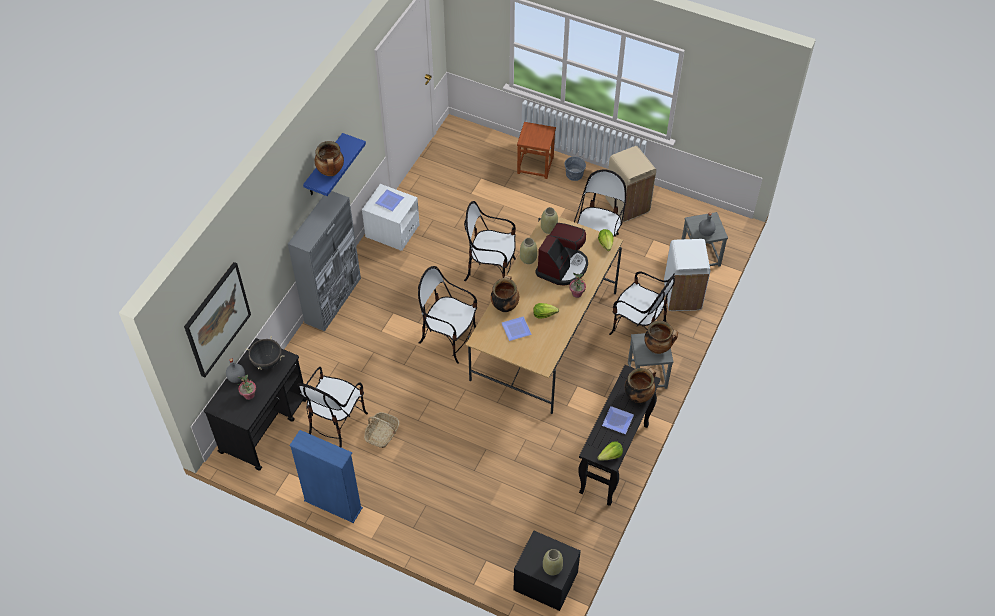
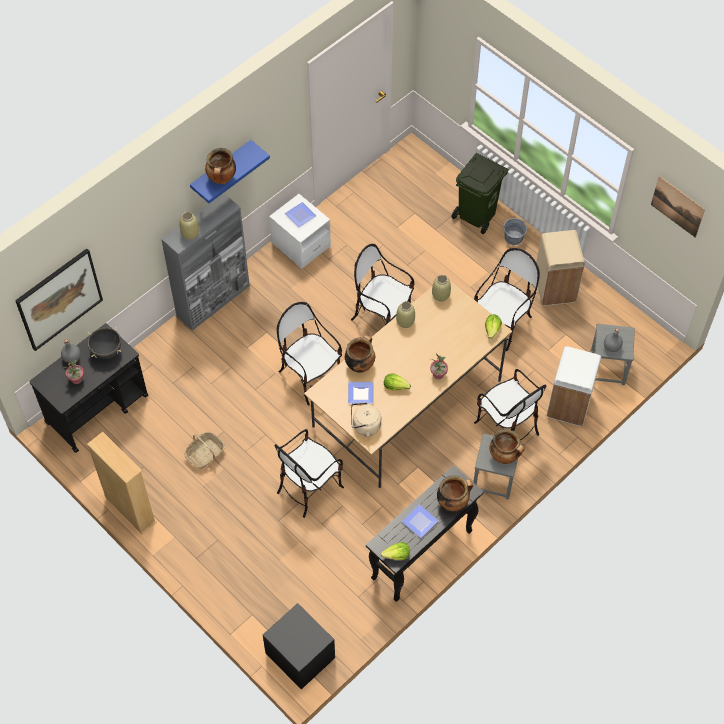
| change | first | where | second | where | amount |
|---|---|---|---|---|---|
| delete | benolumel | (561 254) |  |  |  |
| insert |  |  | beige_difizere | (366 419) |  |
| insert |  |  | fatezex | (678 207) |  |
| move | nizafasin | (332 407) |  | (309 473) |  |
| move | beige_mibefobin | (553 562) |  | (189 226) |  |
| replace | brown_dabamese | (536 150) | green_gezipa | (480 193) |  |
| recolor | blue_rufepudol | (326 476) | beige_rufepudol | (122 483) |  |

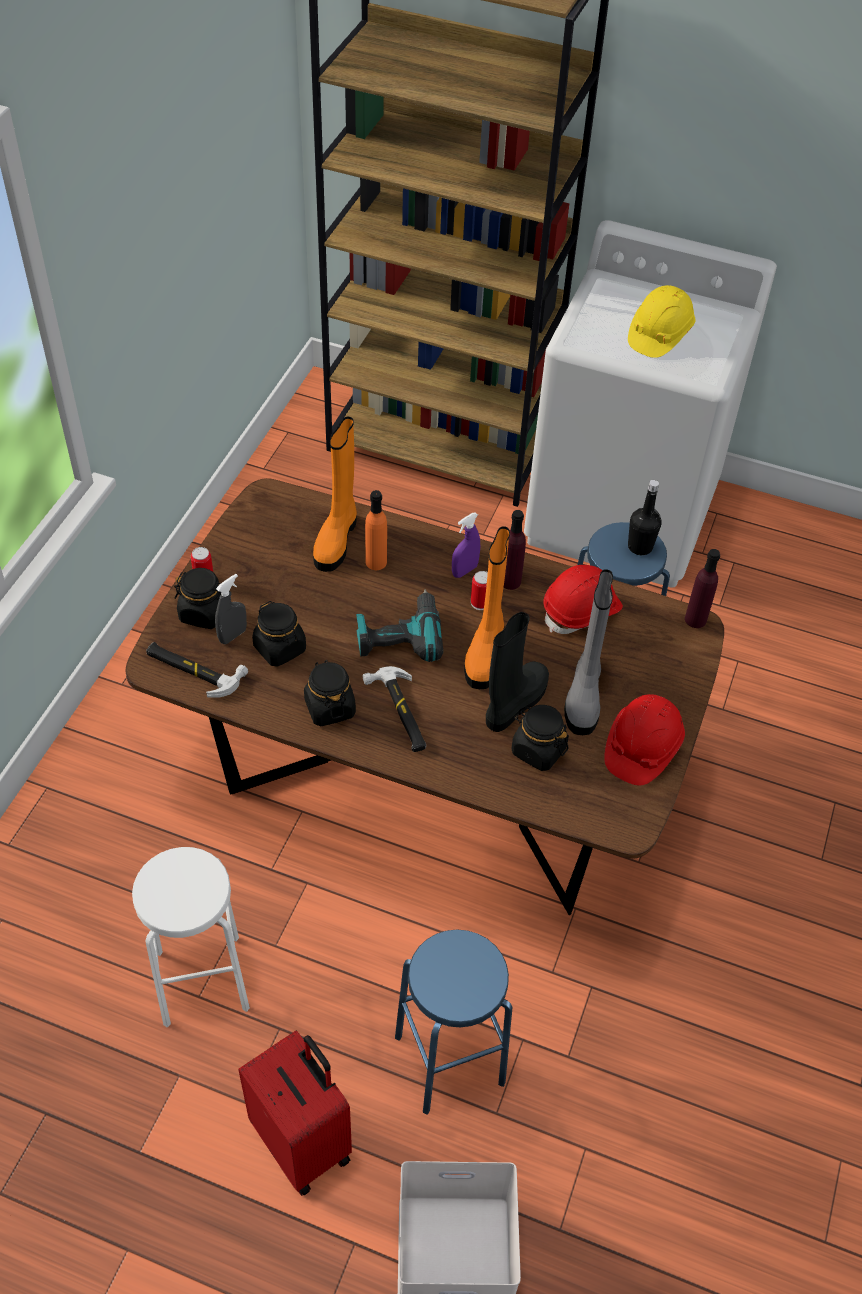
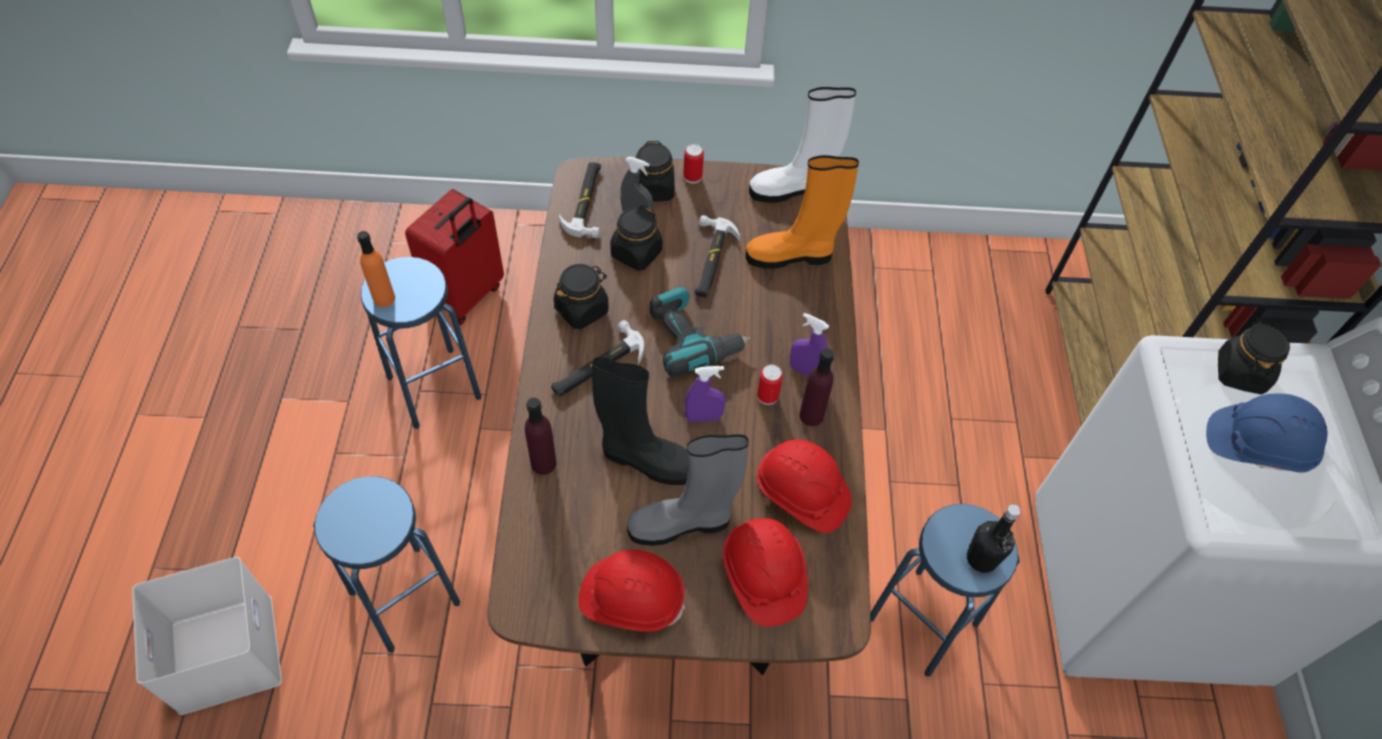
| change | first | where | second | where | amount |
|---|---|---|---|---|---|
| insert |  |  | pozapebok | (717 256) |  |
| insert |  |  | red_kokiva | (765 572) |  |
| insert |  |  | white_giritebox | (802 145) |  |
| move | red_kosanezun | (295 1113) |  | (454 257) |  |
| move | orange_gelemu | (376 530) |  | (376 269) |  |
| move | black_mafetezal | (540 738) |  | (1254 357) |  |
| move | purple_gelemu | (702 588) |  | (541 436) |  |
| replace | orange_giritebox | (487 607) | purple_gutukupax | (705 394) |  |
| recolor | white_dabamese | (191 937) | blue_dabamese | (421 343) |  |
| recolor | yellow_kokiva | (661 321) | blue_kokiva | (1266 433) |  |

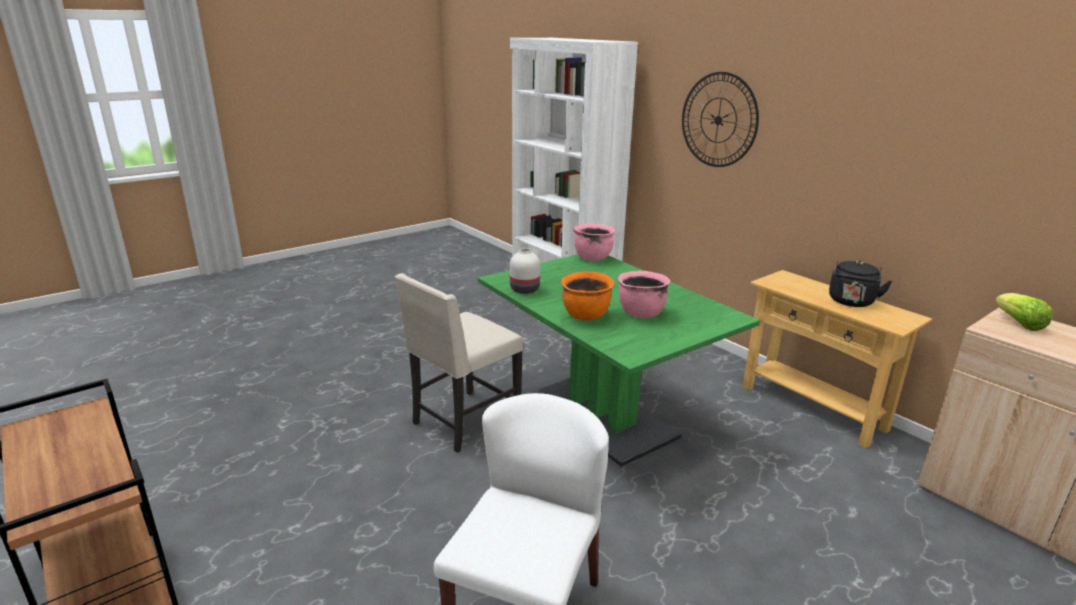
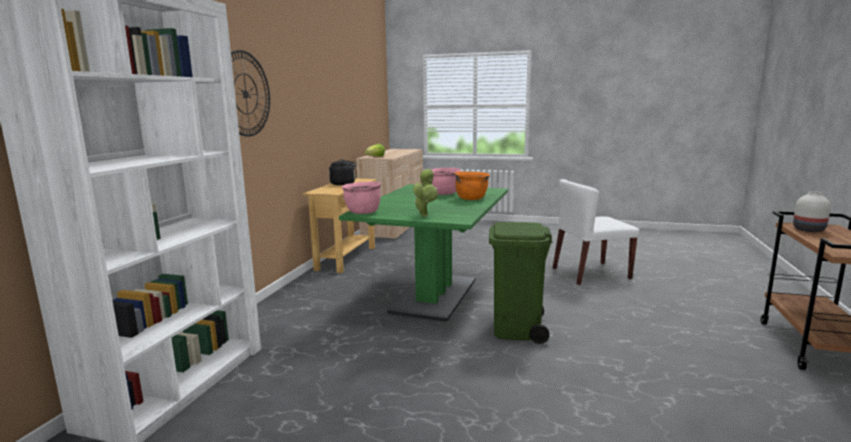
| change | first | where | second | where | amount |
|---|---|---|---|---|---|
| insert |  |  | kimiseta | (425 193) |  |
| move | white_mibefobin | (525 271) |  | (812 211) |  |
| replace | beige_nizafasin | (459 363) | green_gezipa | (520 283) |  |

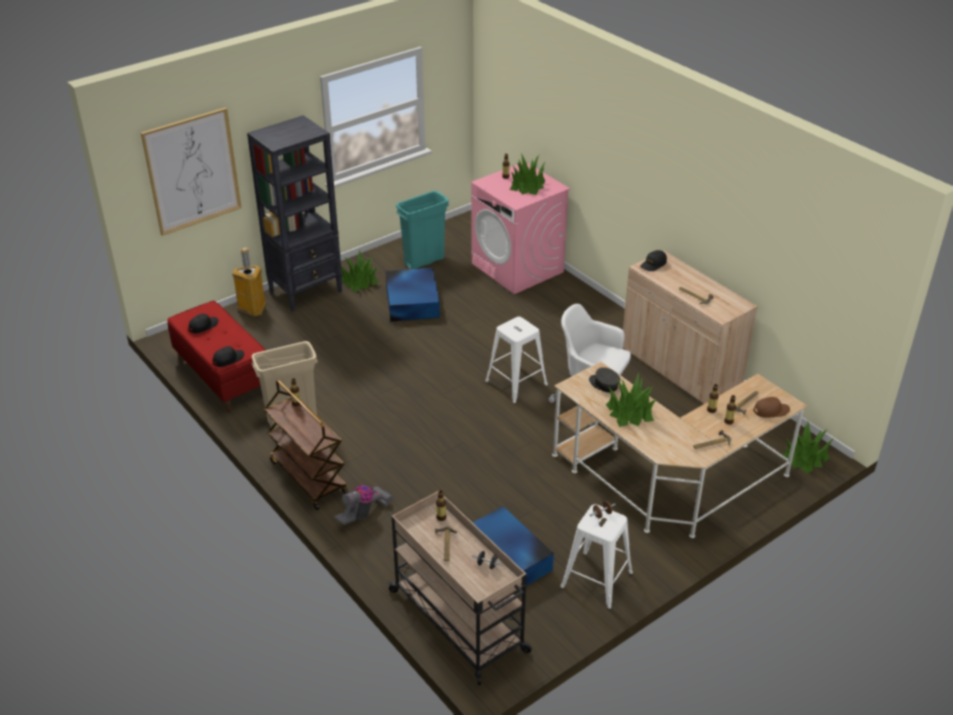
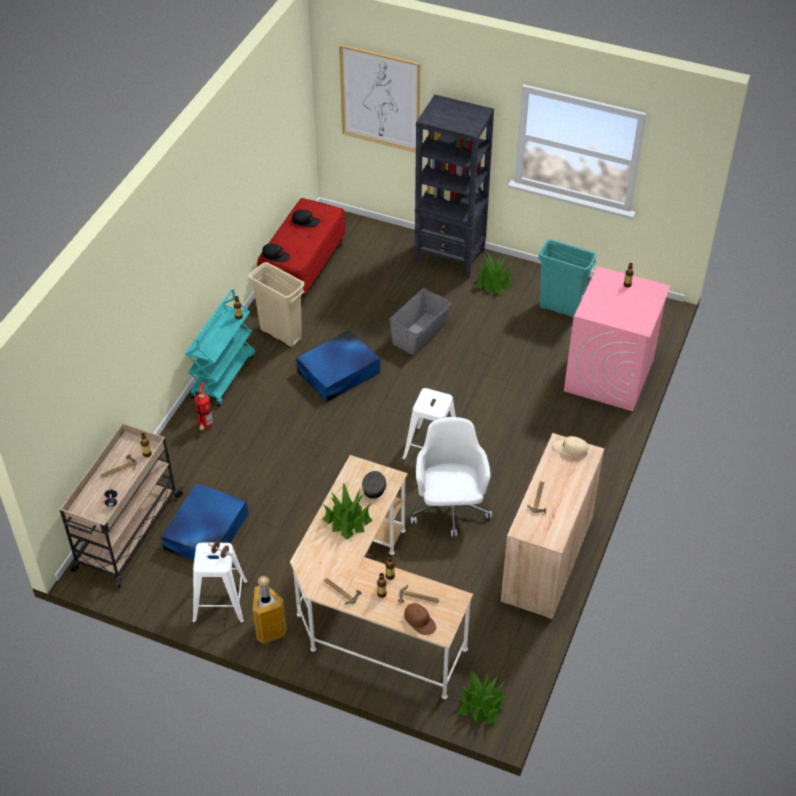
| change | first | where | second | where | amount |
|---|---|---|---|---|---|
| delete | kimiseta | (527 174) |  |  |  |
| insert |  |  | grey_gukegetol | (420 321) |  |
| move | gezipa | (249 281) |  | (270 610) |  |
| move | blue_gukegetol | (412 295) |  | (338 366) |  |
| replace | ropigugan | (363 505) | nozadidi | (204 406) |  |
| recolor | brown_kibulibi | (306 445) | turquoise_kibulibi | (220 348) |  |
| recolor | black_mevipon | (653 260) | beige_mevipon | (570 447) |  |

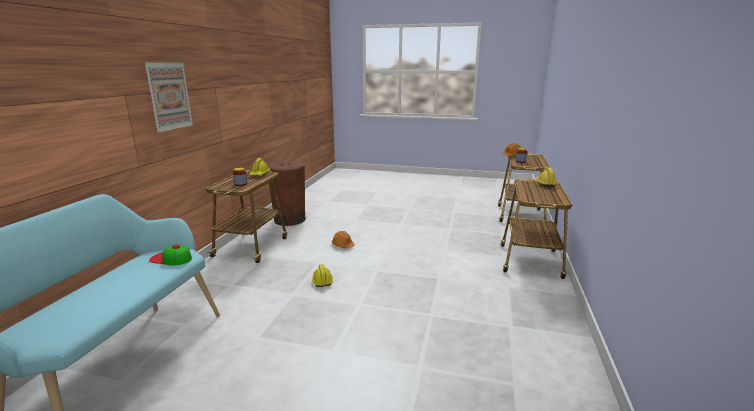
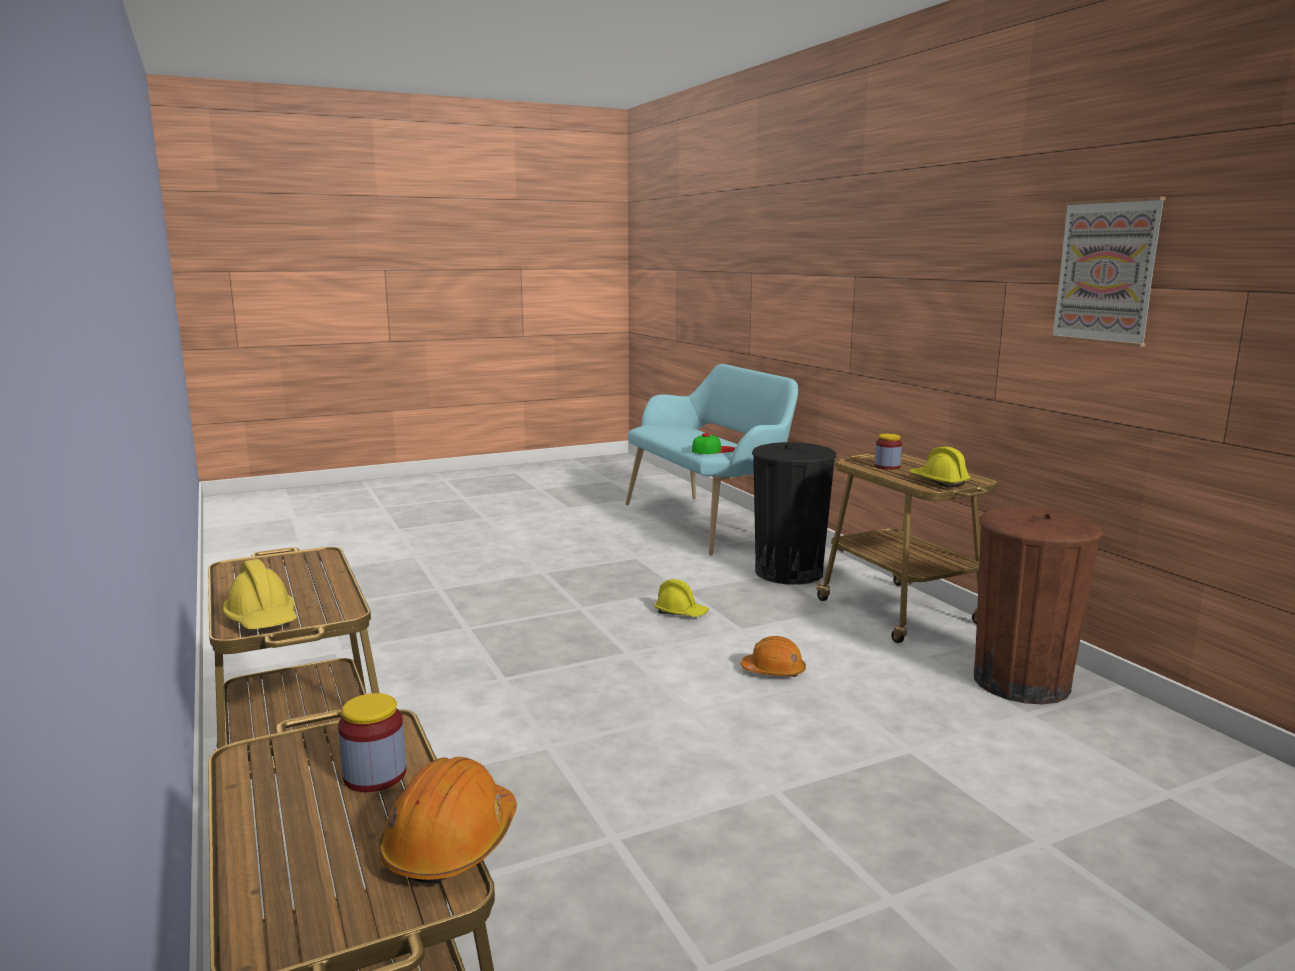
| change | first | where | second | where | amount |
|---|---|---|---|---|---|
| insert |  |  | black_gezipa | (794 513) |  |
| move | fatezex | (168 97) |  | (1108 272) |  |

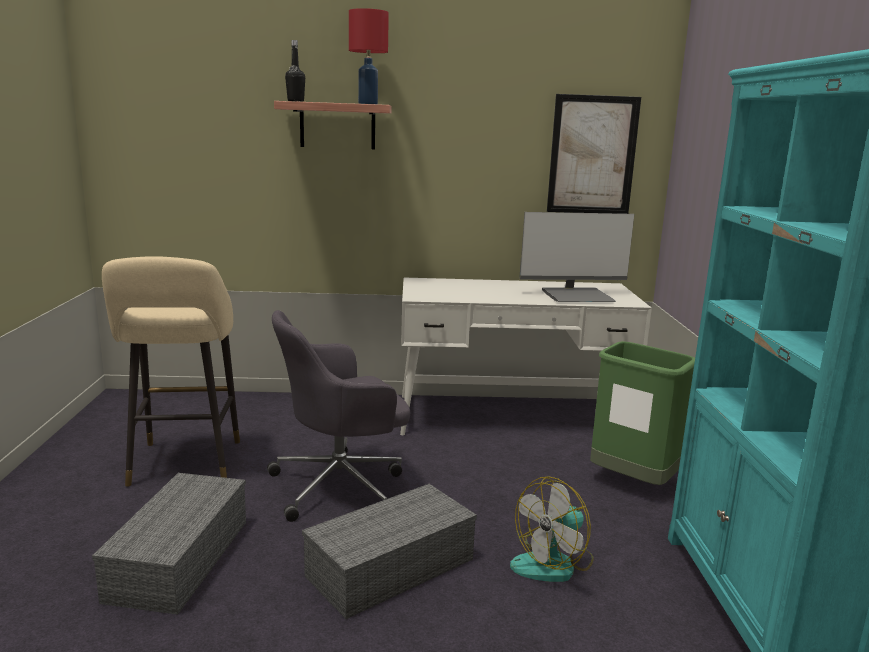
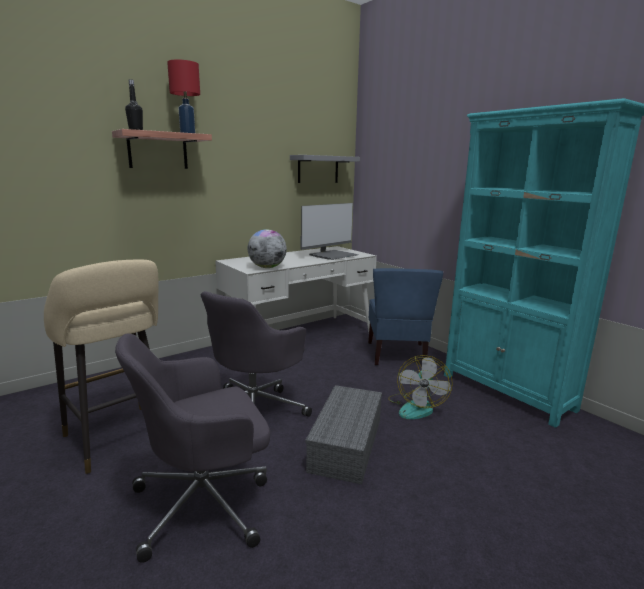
| change | first | where | second | where | amount |
|---|---|---|---|---|---|
| insert |  |  | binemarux | (267 248) |  |
| replace | grey_gukegetol | (169 544) | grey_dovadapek | (192 448) |  |
| replace | fatezex | (594 154) | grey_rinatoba | (325 169) |  |
| replace | green_gezipa | (642 413) | blue_nizafasin | (405 317) |  |

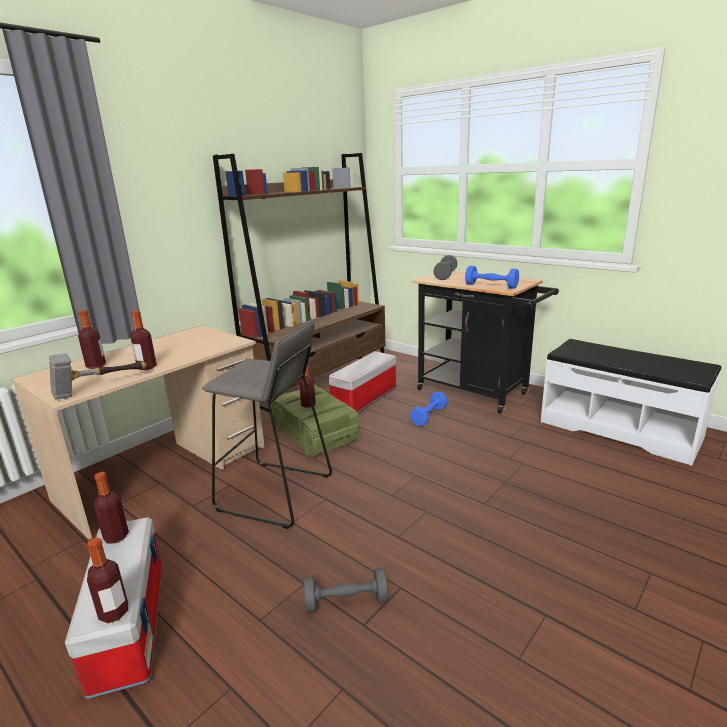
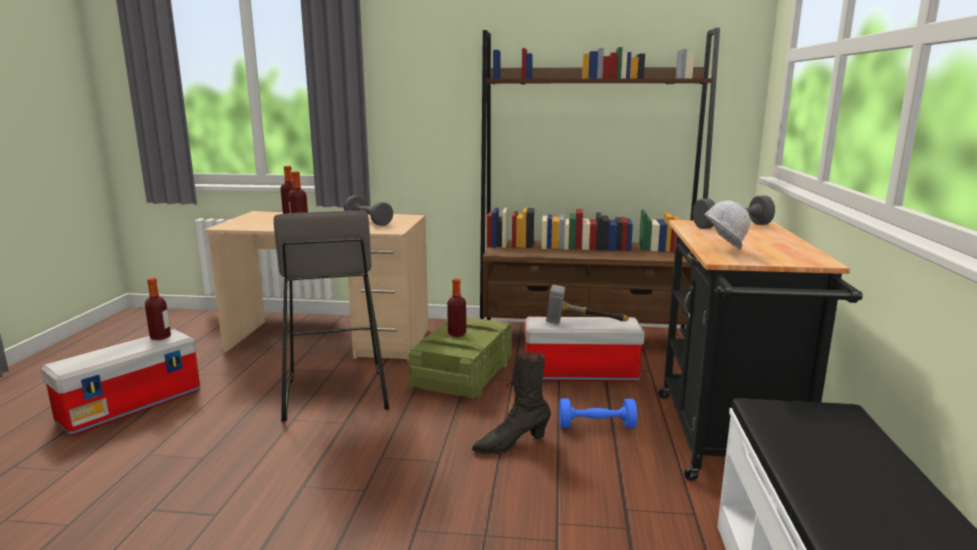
| change | first | where | second | where | amount |
|---|---|---|---|---|---|
| delete | gelemu | (107 580) |  |  |  |
| insert |  |  | black_giritebox | (511 403) |  |
| move | pozapebok | (98 377) |  | (587 304) |  |
| move | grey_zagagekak | (346 590) |  | (368 211) |  |
| replace | blue_zagagekak | (492 277) | white_kokiva | (726 225) |  |

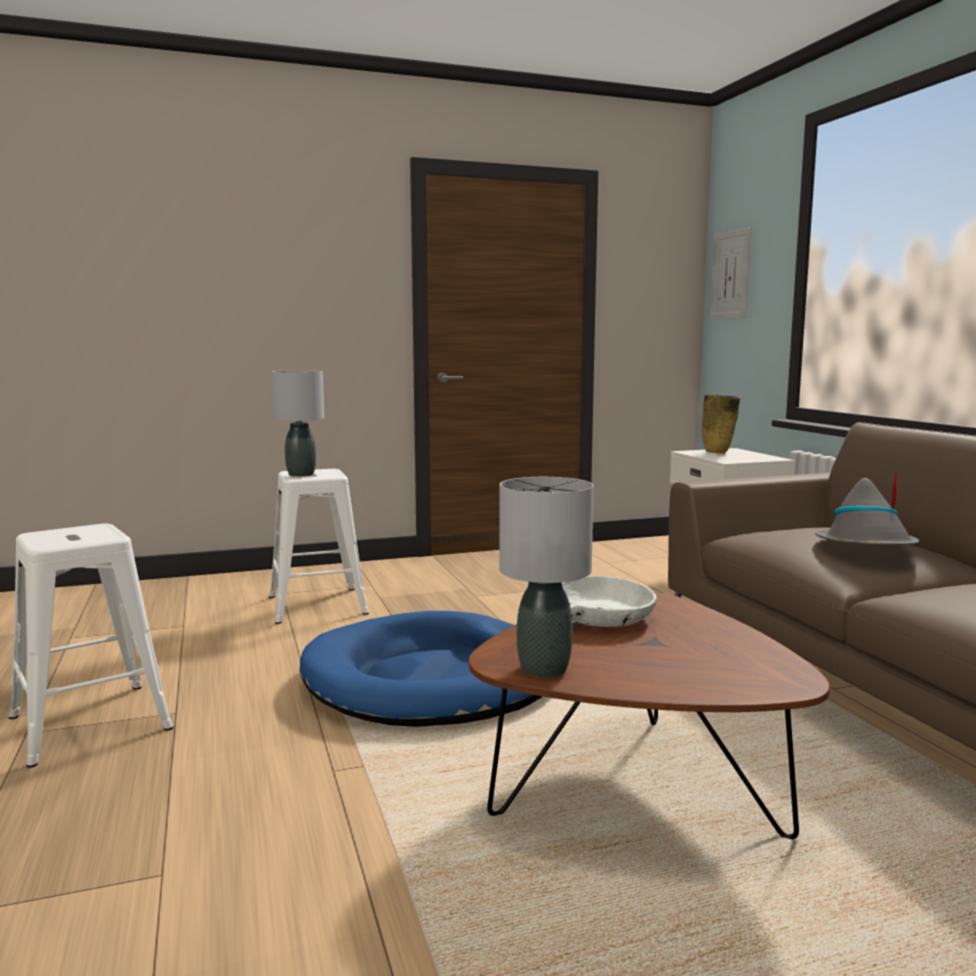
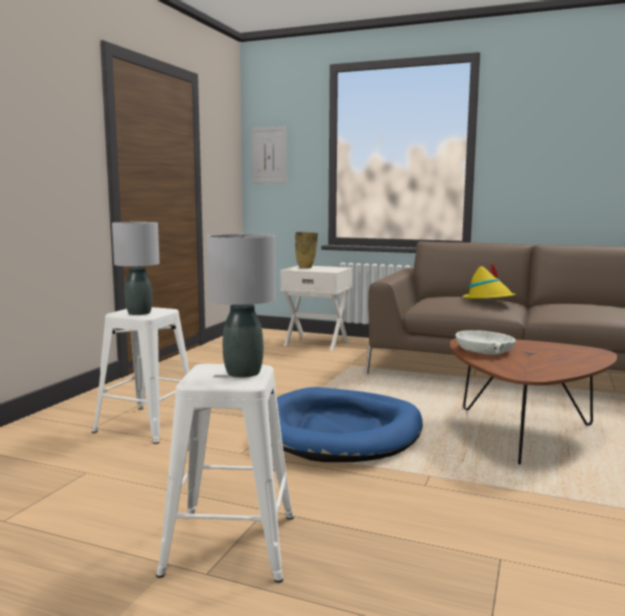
| change | first | where | second | where | amount |
|---|---|---|---|---|---|
| move | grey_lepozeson | (546 577) |  | (241 306) |  |
| recolor | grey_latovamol | (867 508) | yellow_latovamol | (489 280) |  |

